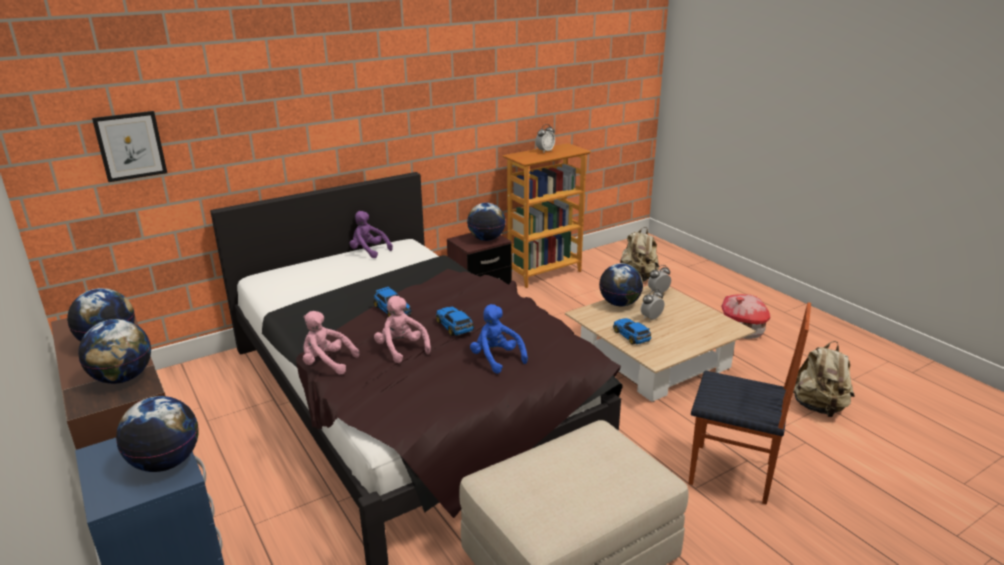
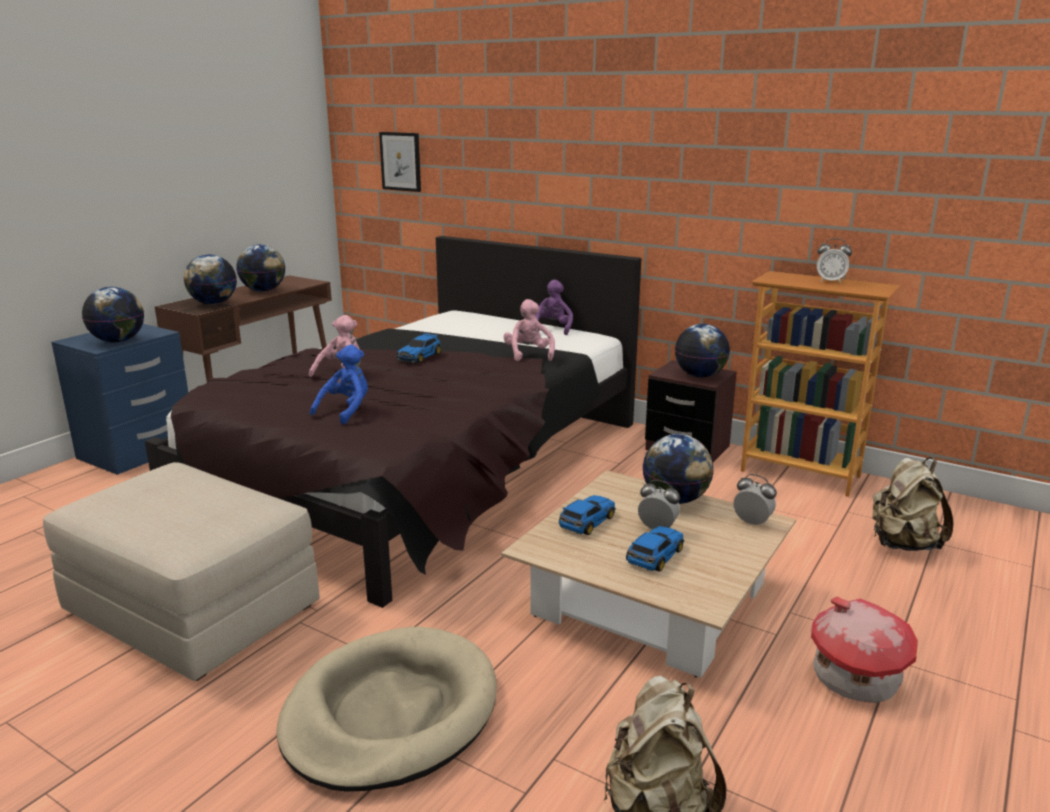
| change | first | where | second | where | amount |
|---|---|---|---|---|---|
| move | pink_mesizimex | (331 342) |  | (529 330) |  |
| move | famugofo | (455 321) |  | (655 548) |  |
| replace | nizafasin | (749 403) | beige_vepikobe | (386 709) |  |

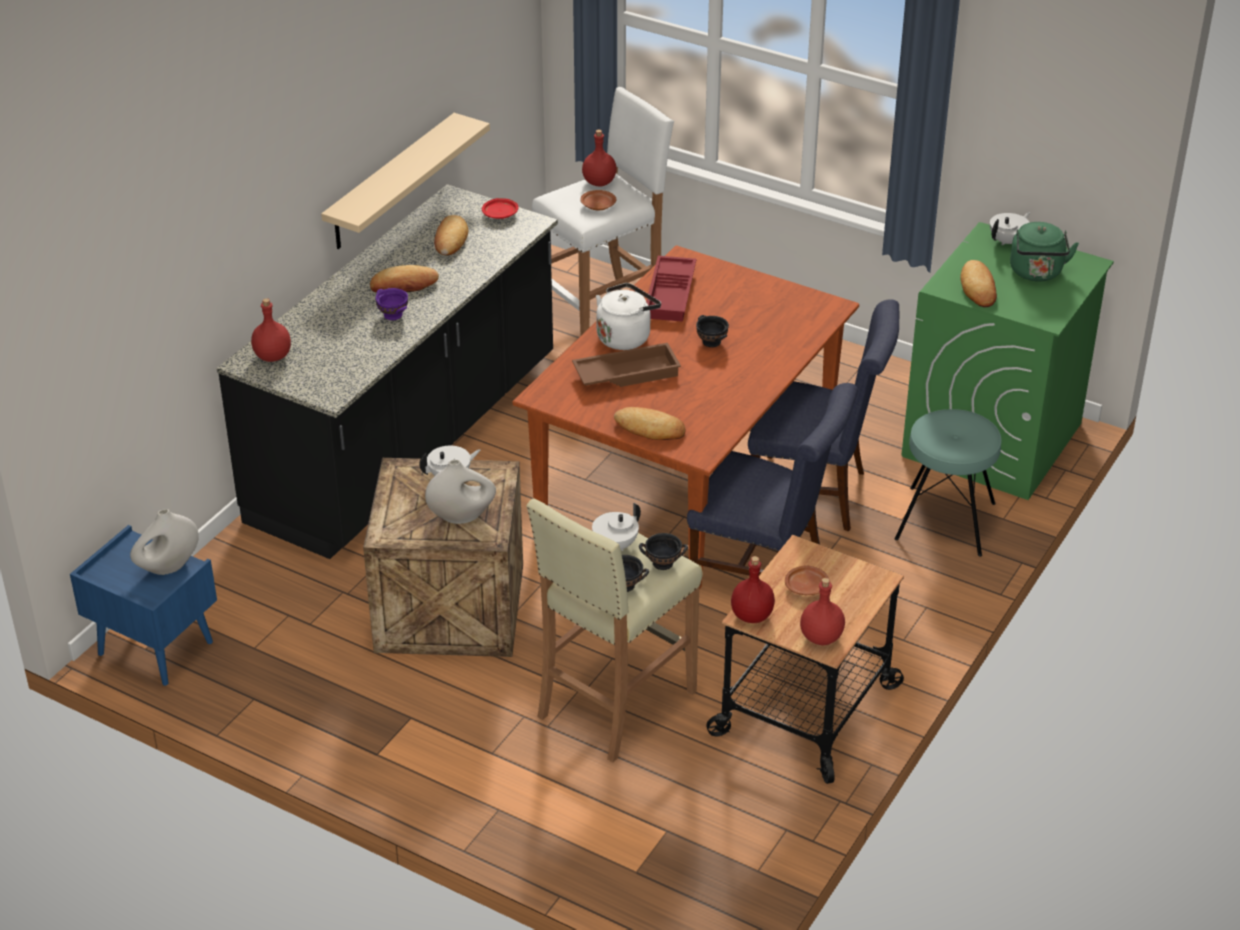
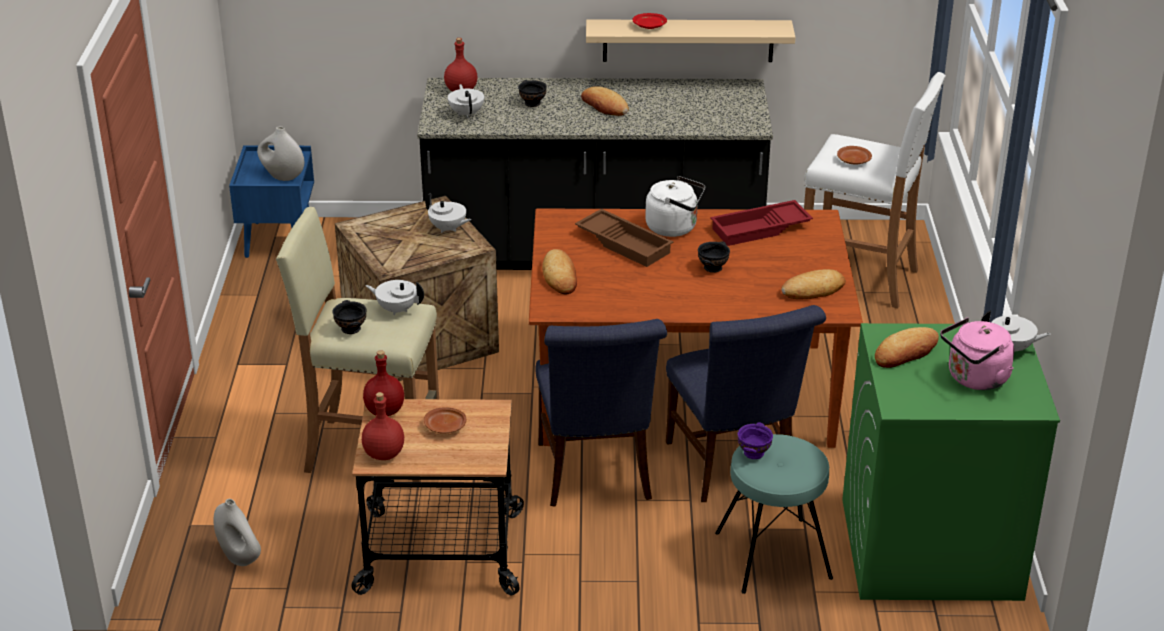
| change | first | where | second | where | amount |
|---|---|---|---|---|---|
| delete | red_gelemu | (599 158) |  |  |  |
| insert |  |  | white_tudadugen | (466 101) |  |
| move | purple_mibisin | (391 304) |  | (755 440) |  |
| move | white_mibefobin | (460 492) |  | (237 532) |  |
| move | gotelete | (451 235) |  | (813 284) |  |
| move | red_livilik | (500 208) |  | (650 21) |  |
| move | black_mibisin | (663 551) |  | (532 93) |  |
| recolor | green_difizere | (1044 251) | pink_difizere | (977 354) |  |

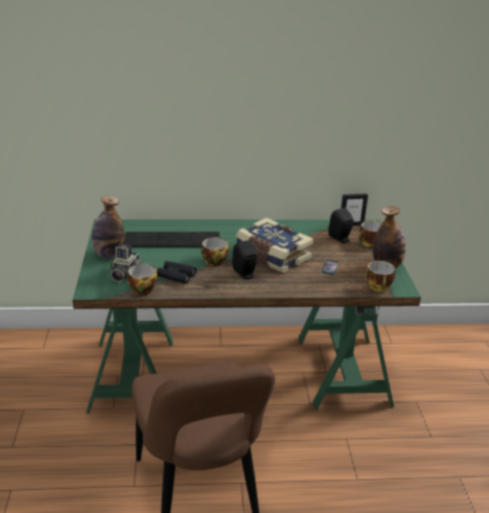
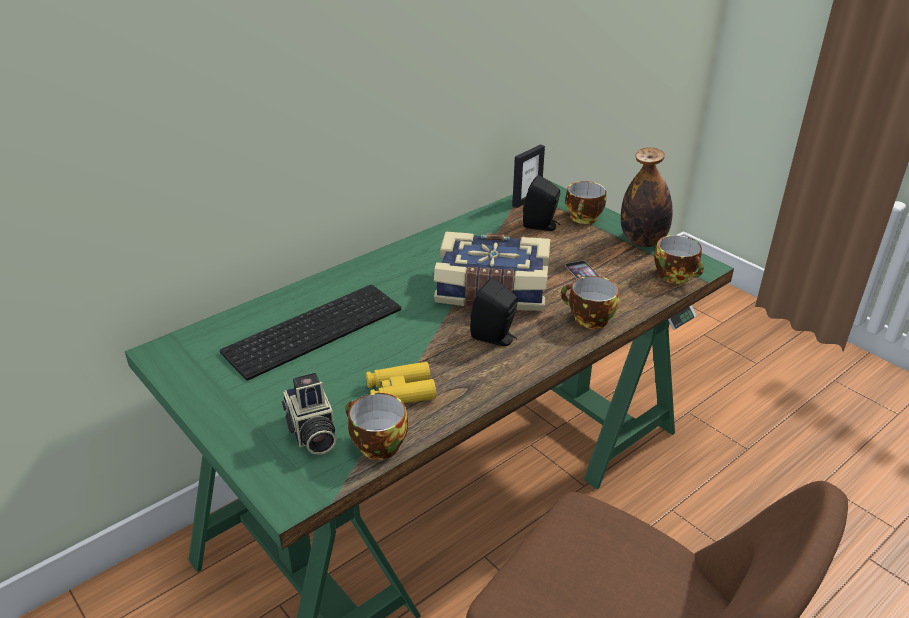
| change | first | where | second | where | amount |
|---|---|---|---|---|---|
| delete | gelemu | (108 227) |  |  |  |
| move | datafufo | (215 251) |  | (590 302) |  |
| recolor | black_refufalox | (177 272) | yellow_refufalox | (401 382) |  |

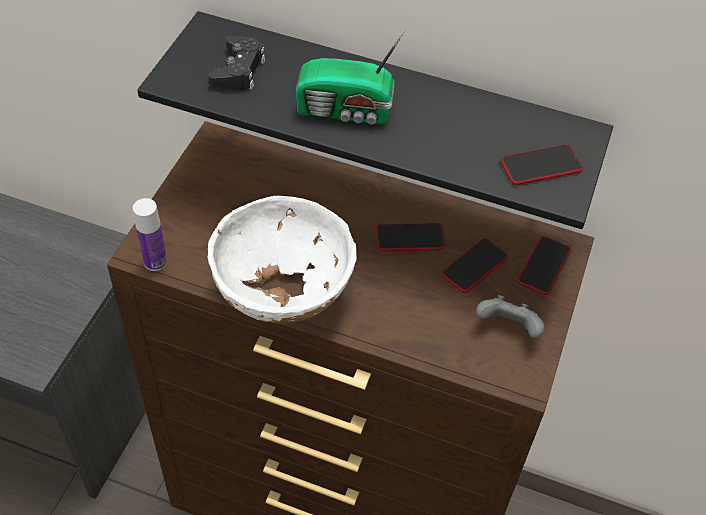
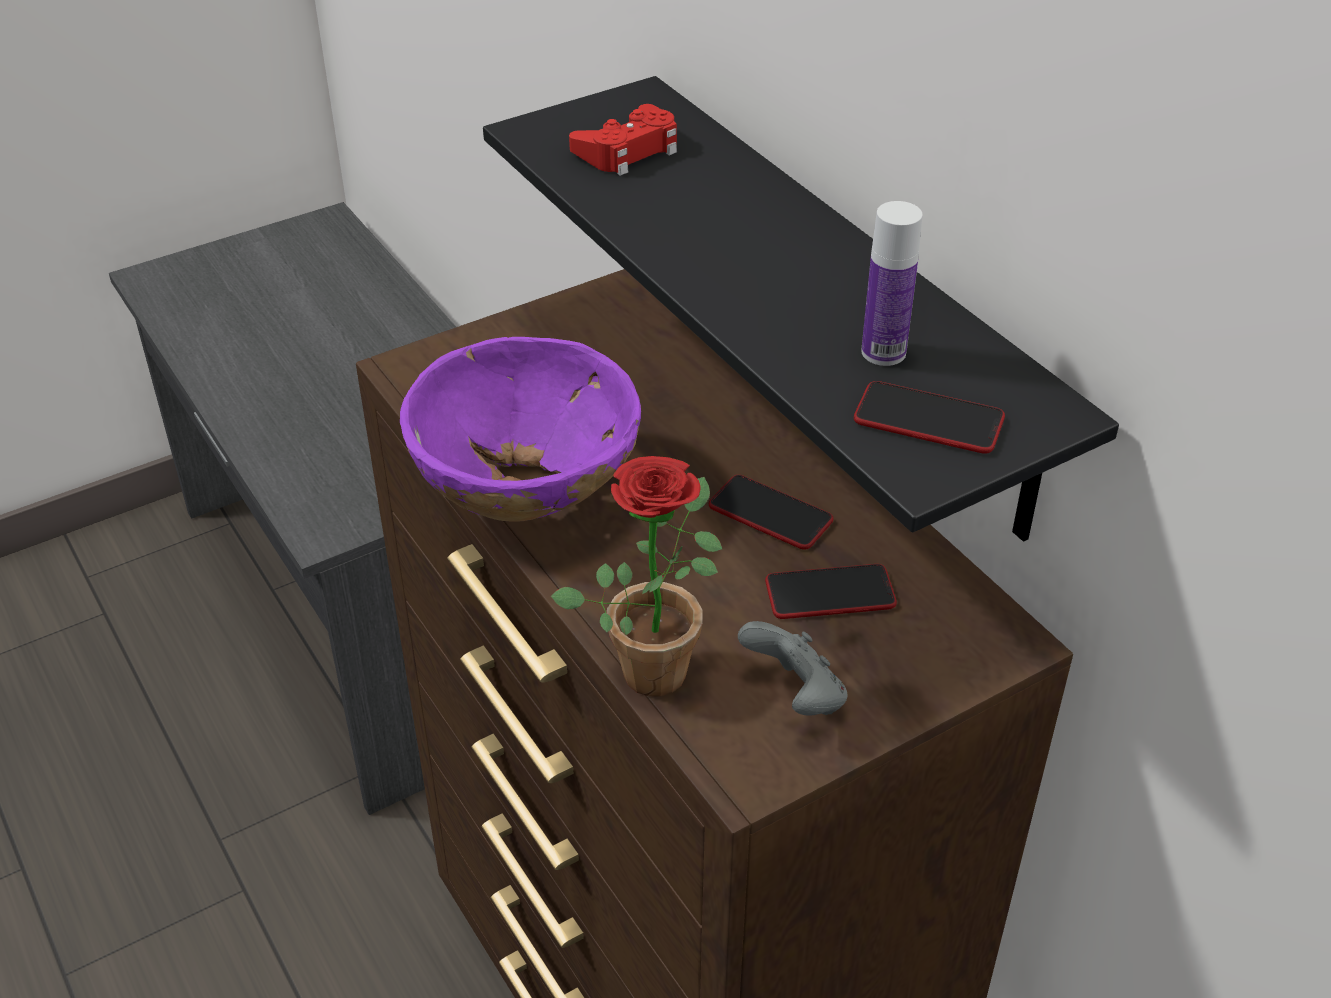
| change | first | where | second | where | amount |
|---|---|---|---|---|---|
| delete | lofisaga | (350 77) |  |  |  |
| delete | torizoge | (544 265) |  |  |  |
| insert |  |  | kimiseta | (636 576) |  |
| move | gelemu | (150 234) |  | (892 283) |  |
| recolor | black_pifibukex | (237 63) | red_pifibukex | (623 140) |  |
| recolor | white_mibisin | (282 259) | purple_mibisin | (520 429) |  |

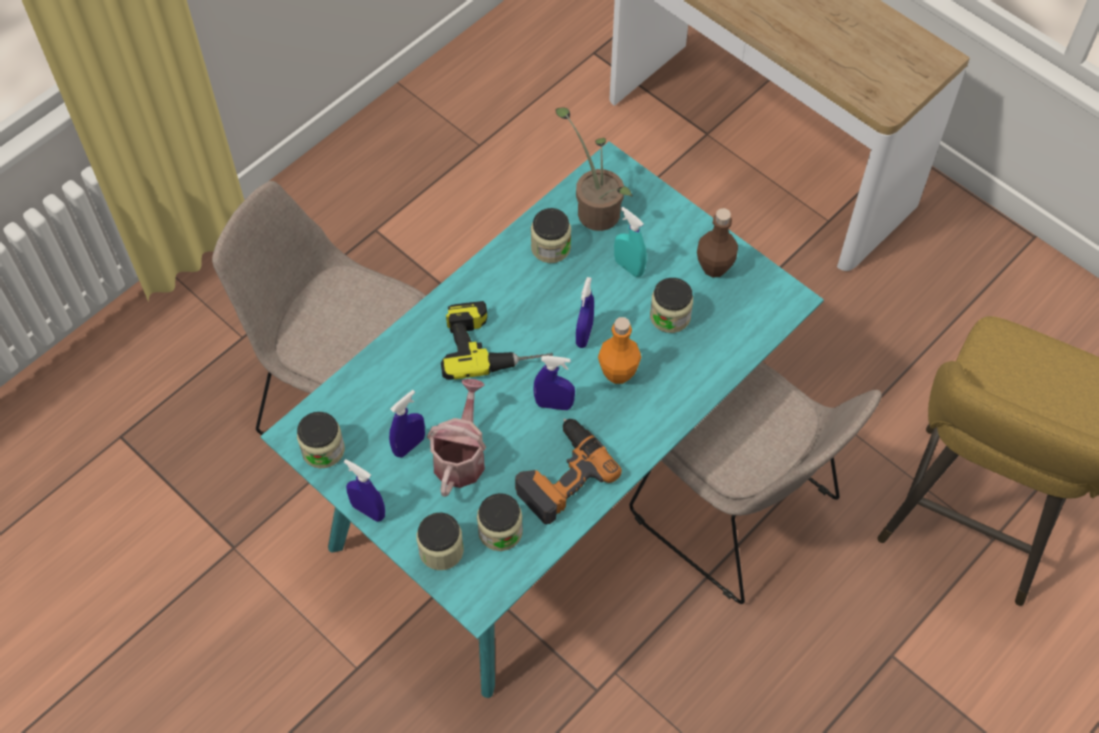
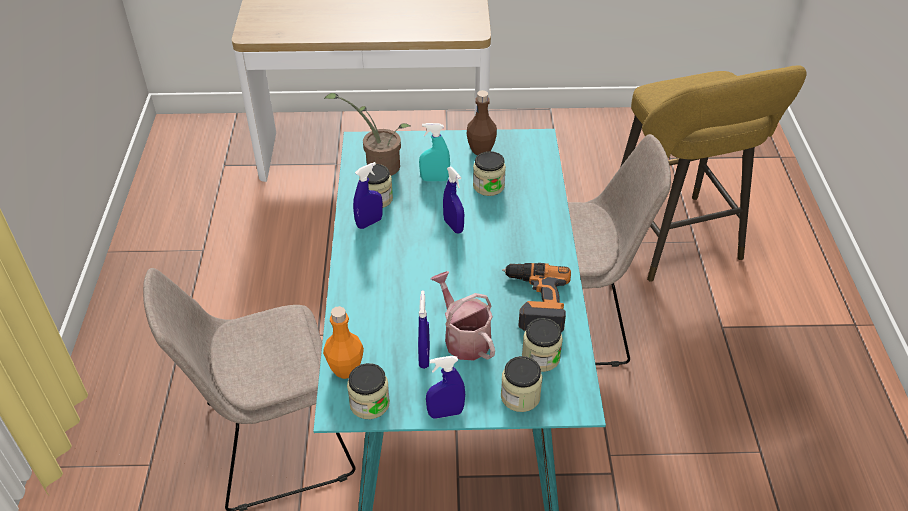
| change | first | where | second | where | amount |
|---|---|---|---|---|---|
| delete | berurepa | (497 340) |  |  |  |
| move | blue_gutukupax | (554 383) |  | (368 195) |  |
| move | orange_gelemu | (619 350) |  | (343 342) |  |

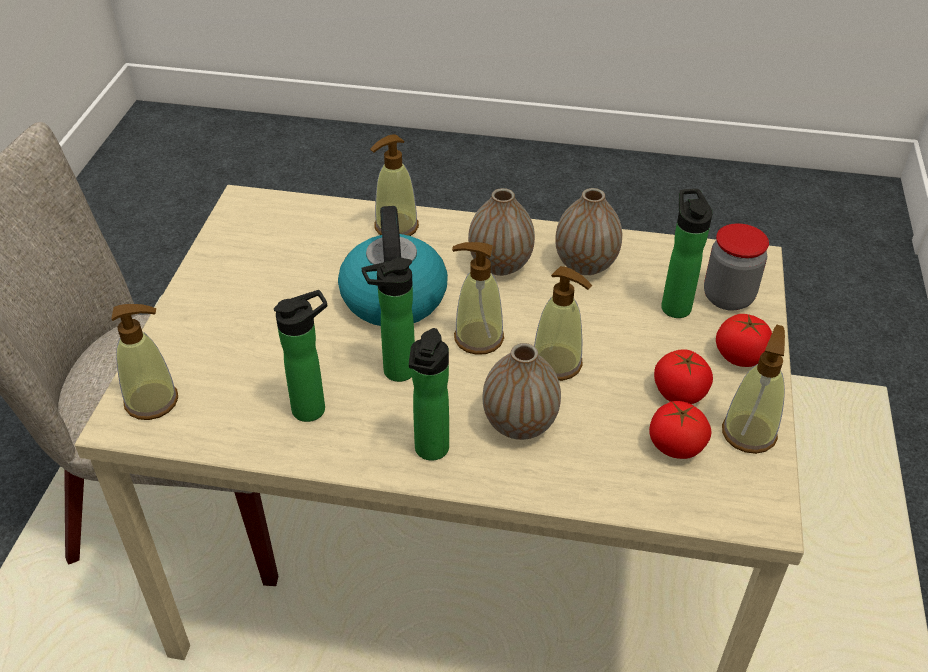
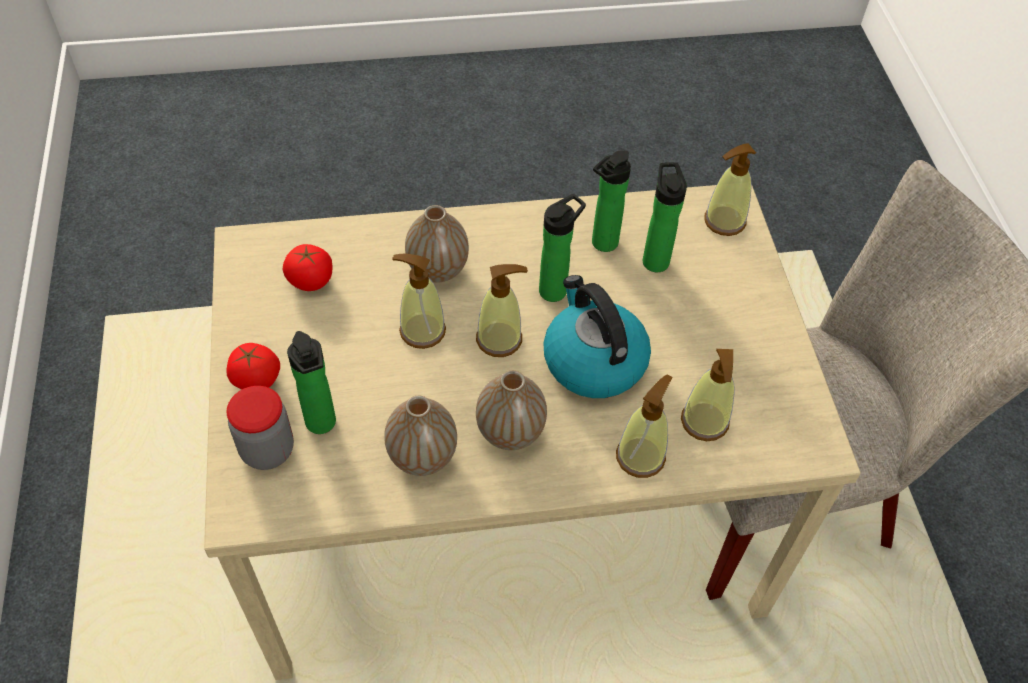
| change | first | where | second | where | amount |
|---|---|---|---|---|---|
| delete | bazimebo | (683 376) |  |  |  |
| move | gelemu | (429 394) |  | (665 217) |  |
| move | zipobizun | (753 389) |  | (708 395) |  |

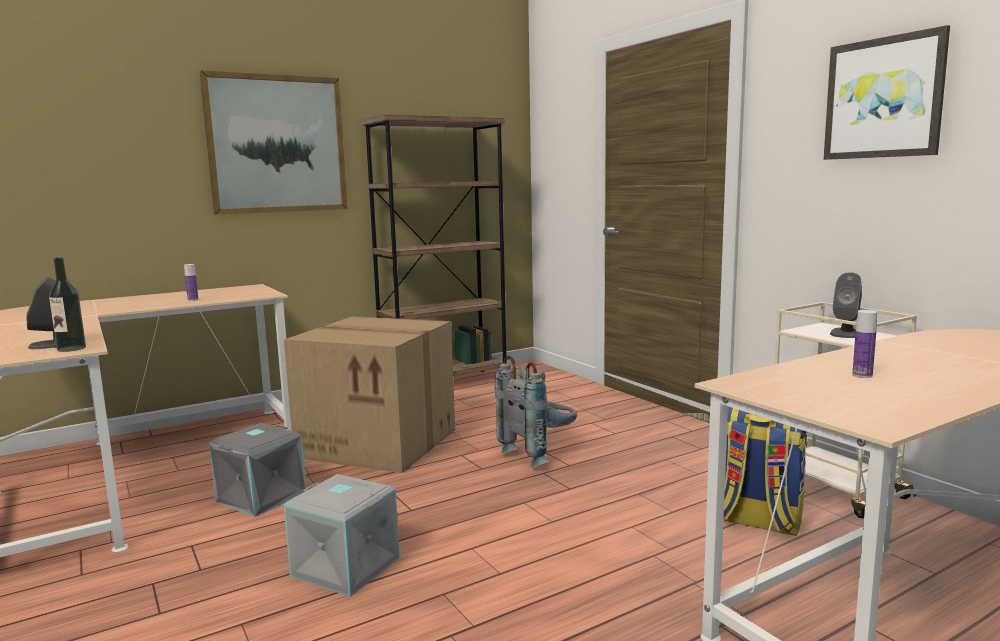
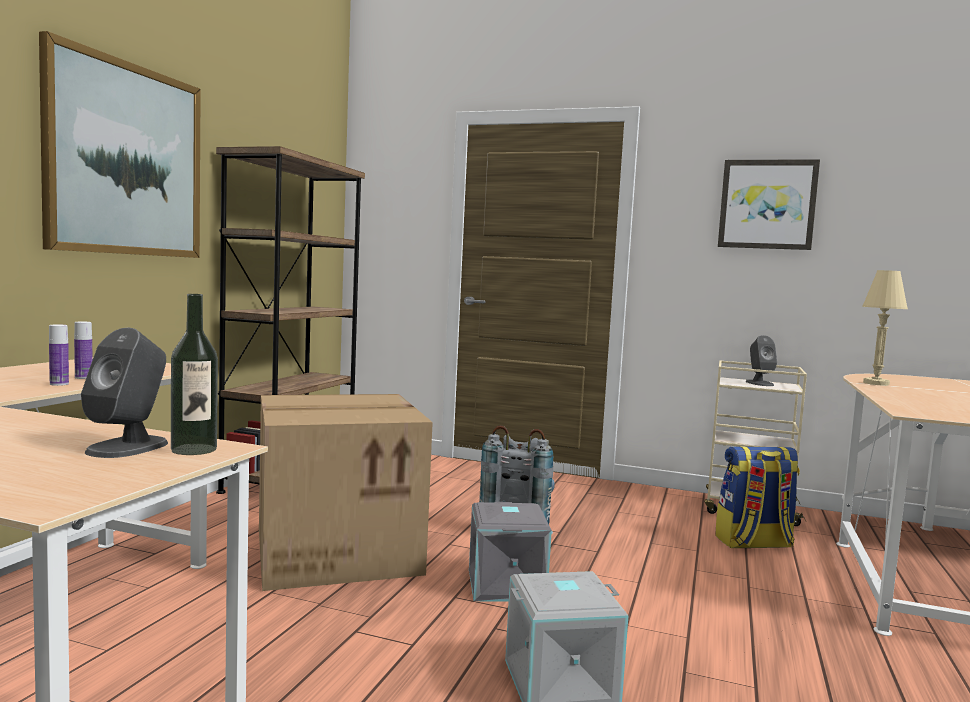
| change | first | where | second | where | amount |
|---|---|---|---|---|---|
| insert |  |  | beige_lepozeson | (885 328) |  |
| move | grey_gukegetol | (257 470) |  | (510 552) |  |
| move | gelemu | (864 344) |  | (59 355) |  |

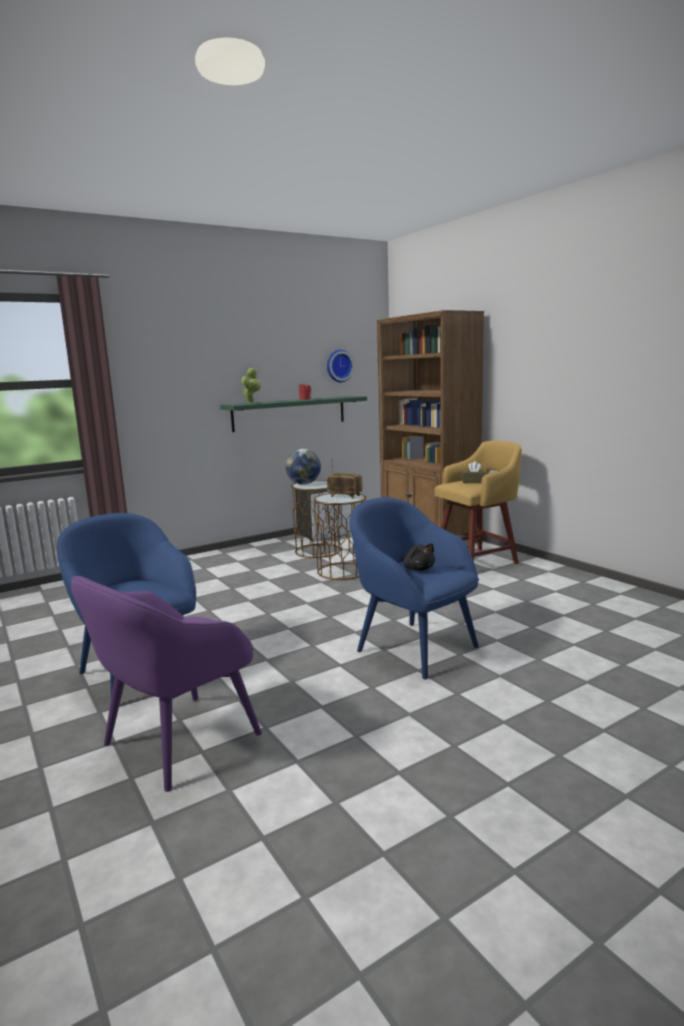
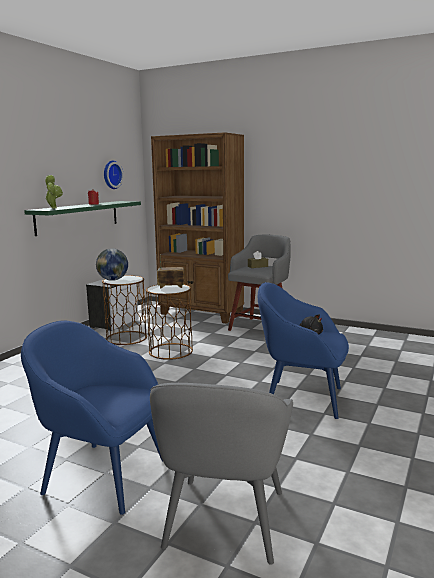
| change | first | where | second | where | amount |
|---|---|---|---|---|---|
| recolor | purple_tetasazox | (166 684) | grey_tetasazox | (221 474) |  |
| recolor | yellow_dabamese | (478 502) | grey_dabamese | (259 283) |  |

